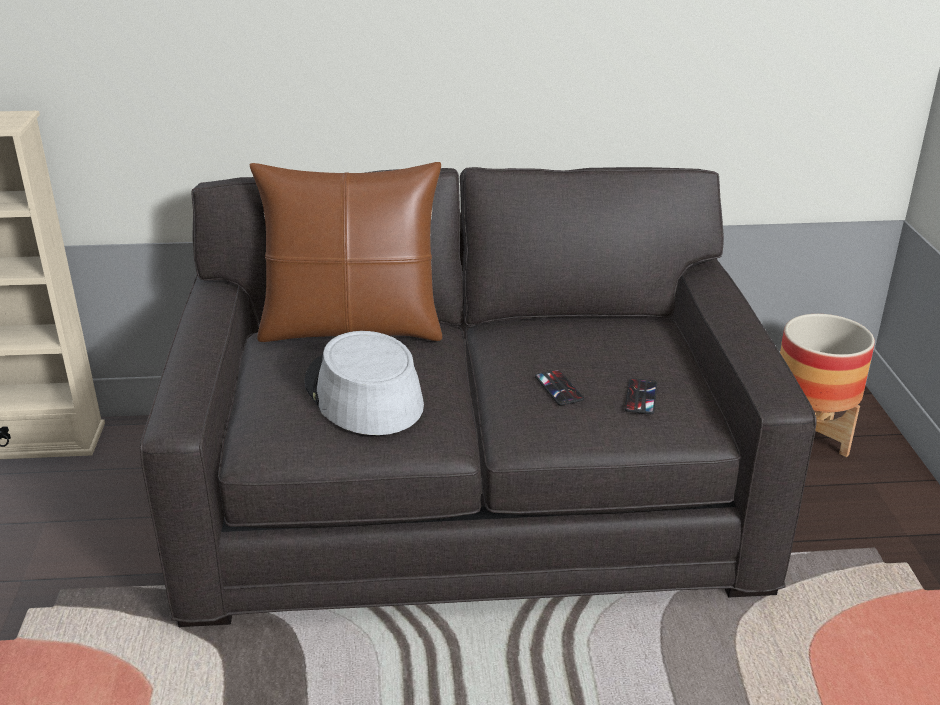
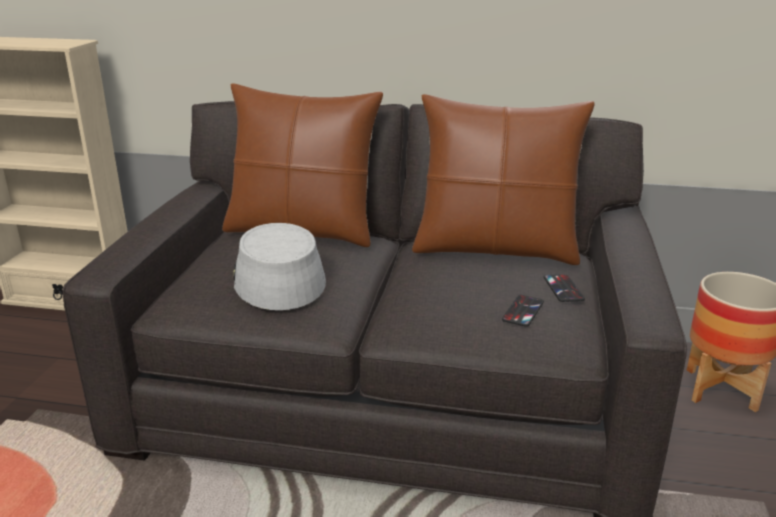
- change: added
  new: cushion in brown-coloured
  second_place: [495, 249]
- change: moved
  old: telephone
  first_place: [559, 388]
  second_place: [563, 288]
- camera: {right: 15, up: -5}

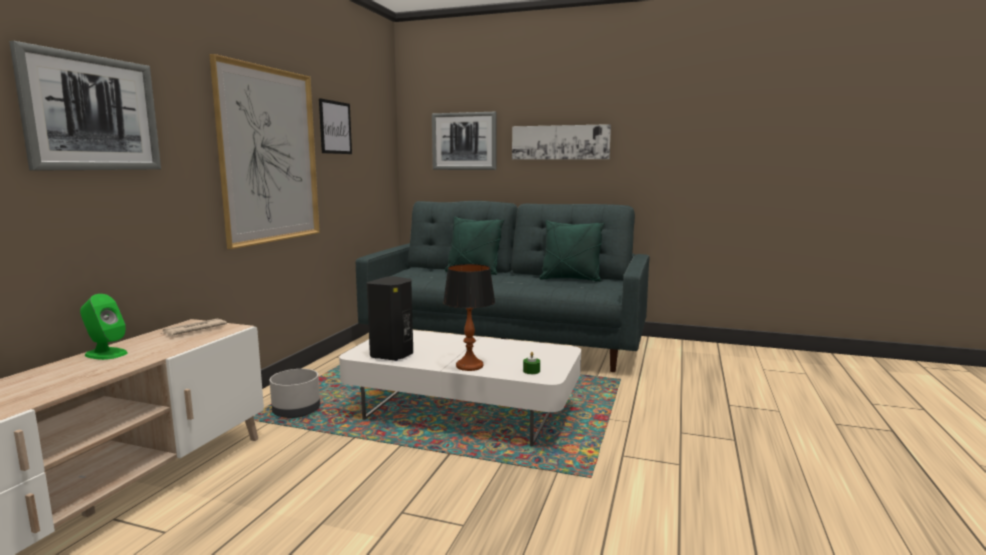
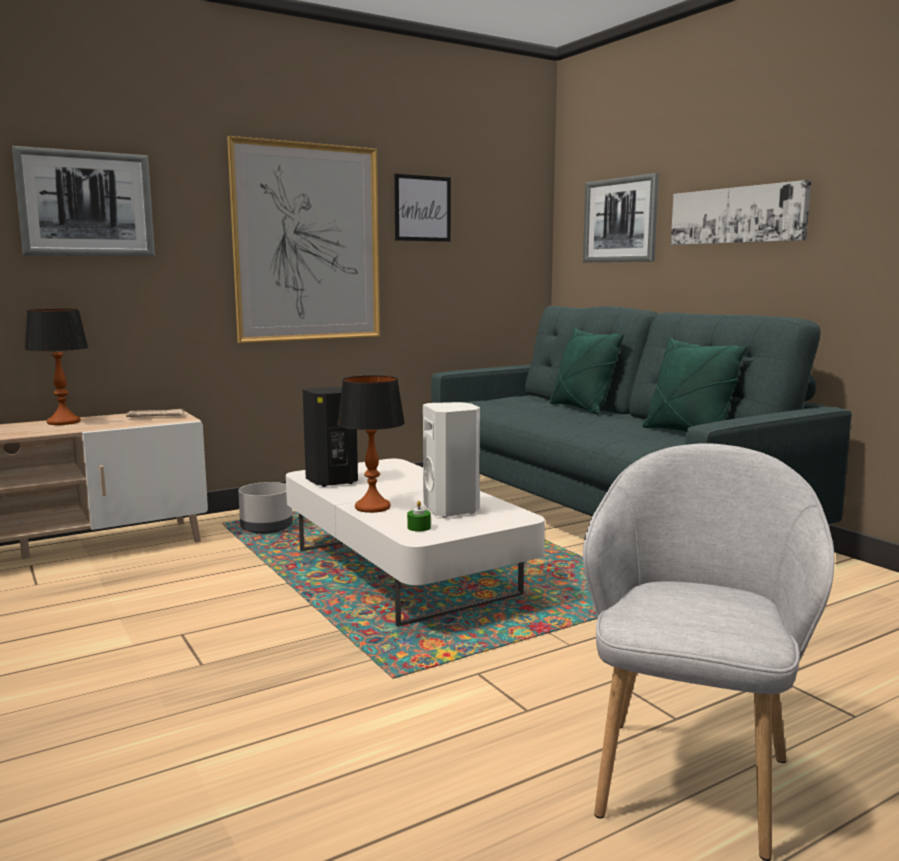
- change: added
  new: audio speaker in whitish
  second_place: [452, 509]
- change: added
  new: lounge chair in gray
  second_place: [690, 779]
- change: replaced
  old: audio speaker in green
  new: tabletop lamp
  first_place: [106, 354]
  second_place: [64, 422]
- camera: {right: 40, up: 0}

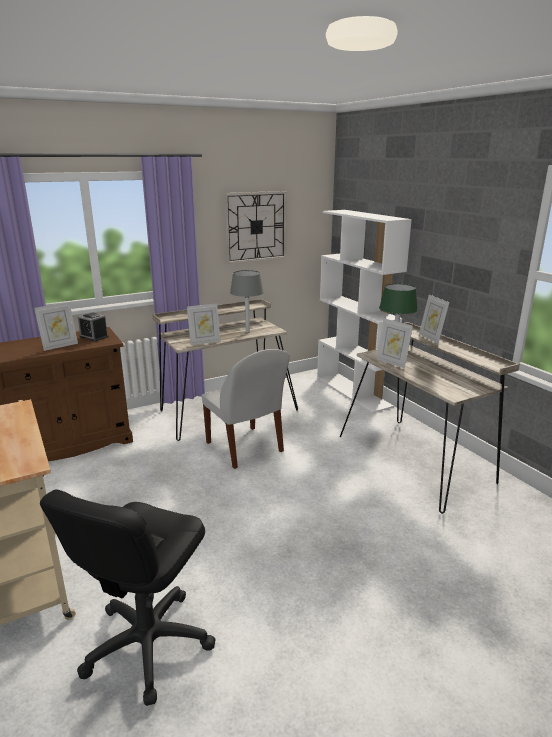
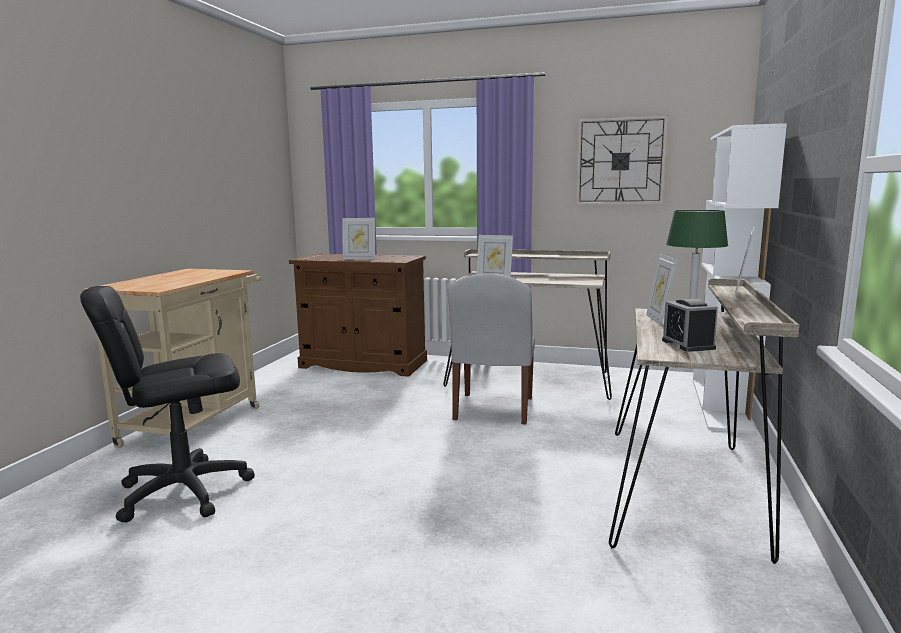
- change: removed
  old: tabletop lamp in gray
  first_place: [247, 332]
- change: moved
  old: bedside clock
  first_place: [94, 337]
  second_place: [688, 344]
- camera: {right: 45, up: -10}

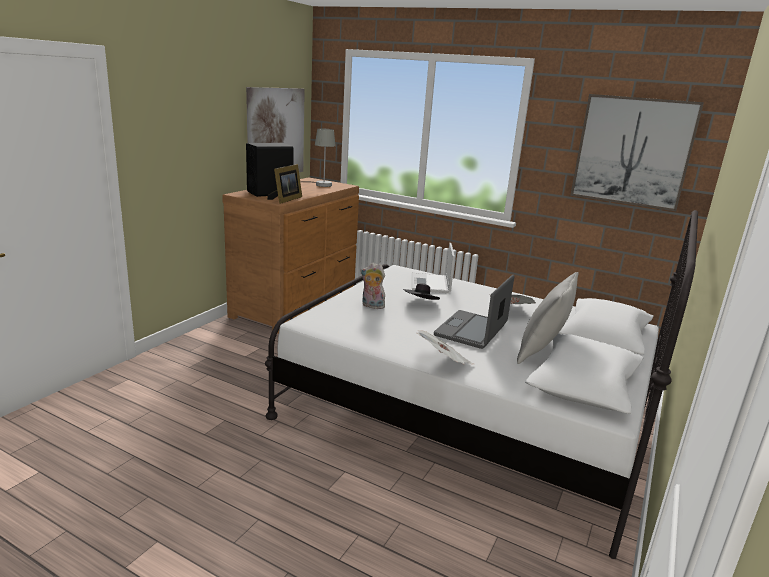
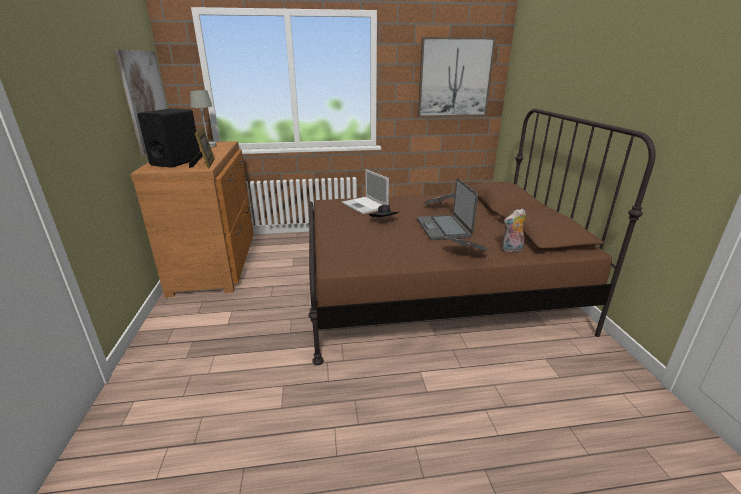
- change: removed
  old: cushion in gray
  first_place: [542, 352]
- change: moved
  old: cuddly toy
  first_place: [372, 306]
  second_place: [512, 250]
- change: recoloured
  old: bedroom bed in whitish
  new: bedroom bed in brown-coloured
  first_place: [467, 413]
  second_place: [433, 291]
- camera: {right: -35, up: 5}

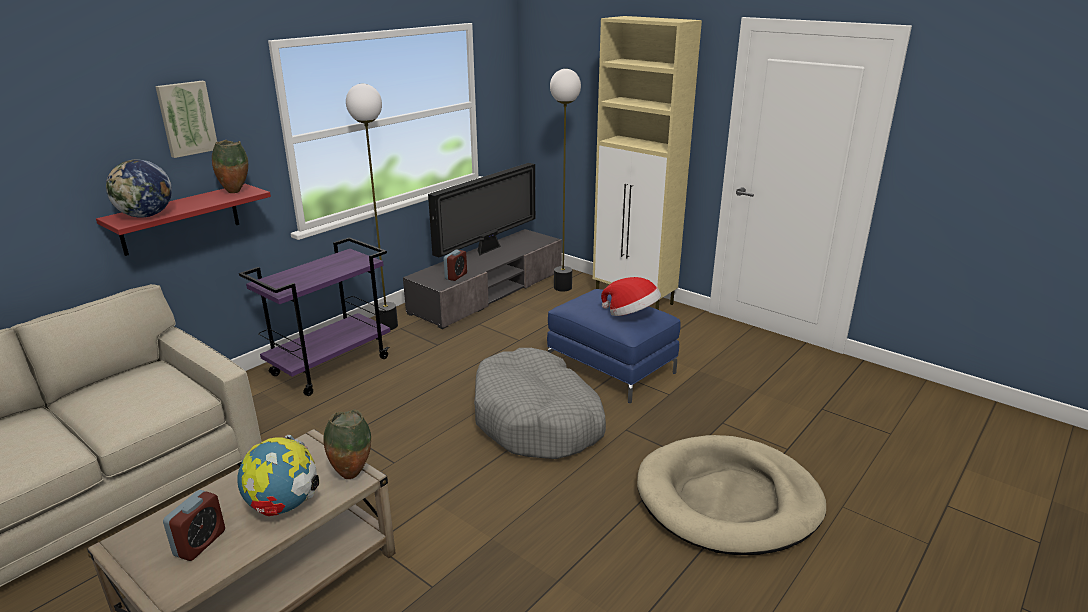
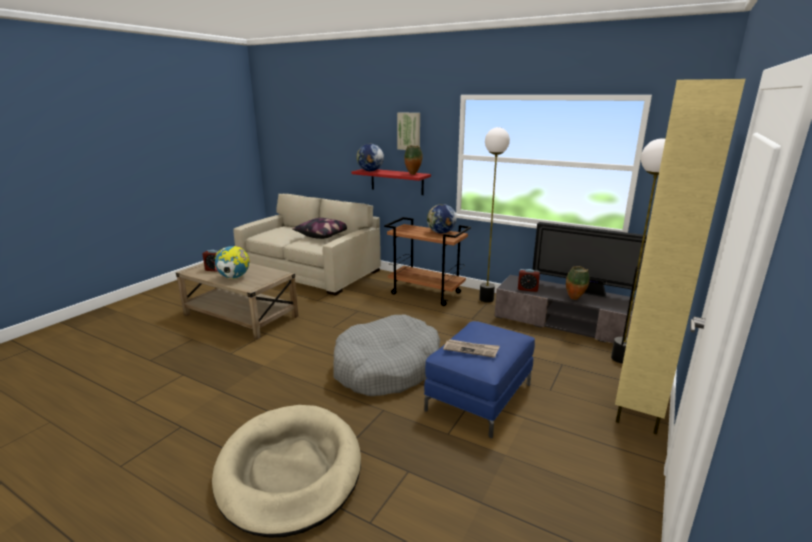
- change: added
  new: cushion
  second_place: [323, 235]
- change: added
  new: desk globe
  second_place: [441, 233]
- change: moved
  old: flower vase
  first_place: [352, 474]
  second_place: [575, 299]
- change: replaced
  old: wearable hat
  new: newspaper
  first_place: [631, 314]
  second_place: [471, 349]
- change: recoloured
  old: wheeled cart in purple-coloured
  new: wheeled cart in brown-coloured
  first_place: [331, 366]
  second_place: [427, 293]
- camera: {right: 80, up: -5}

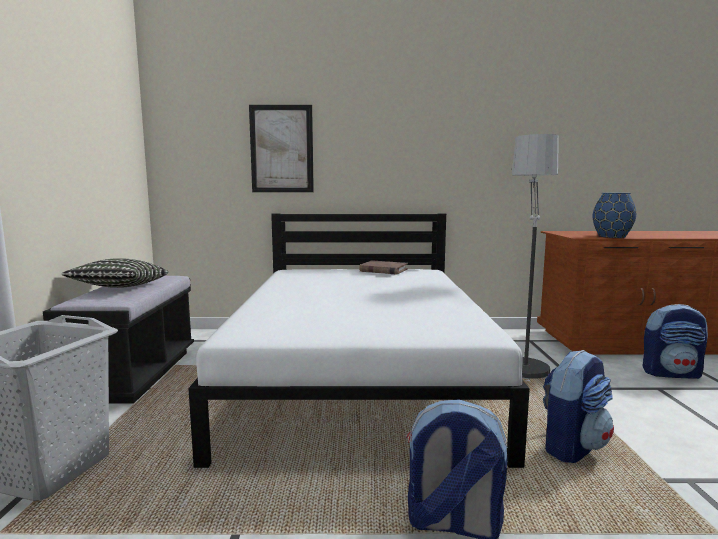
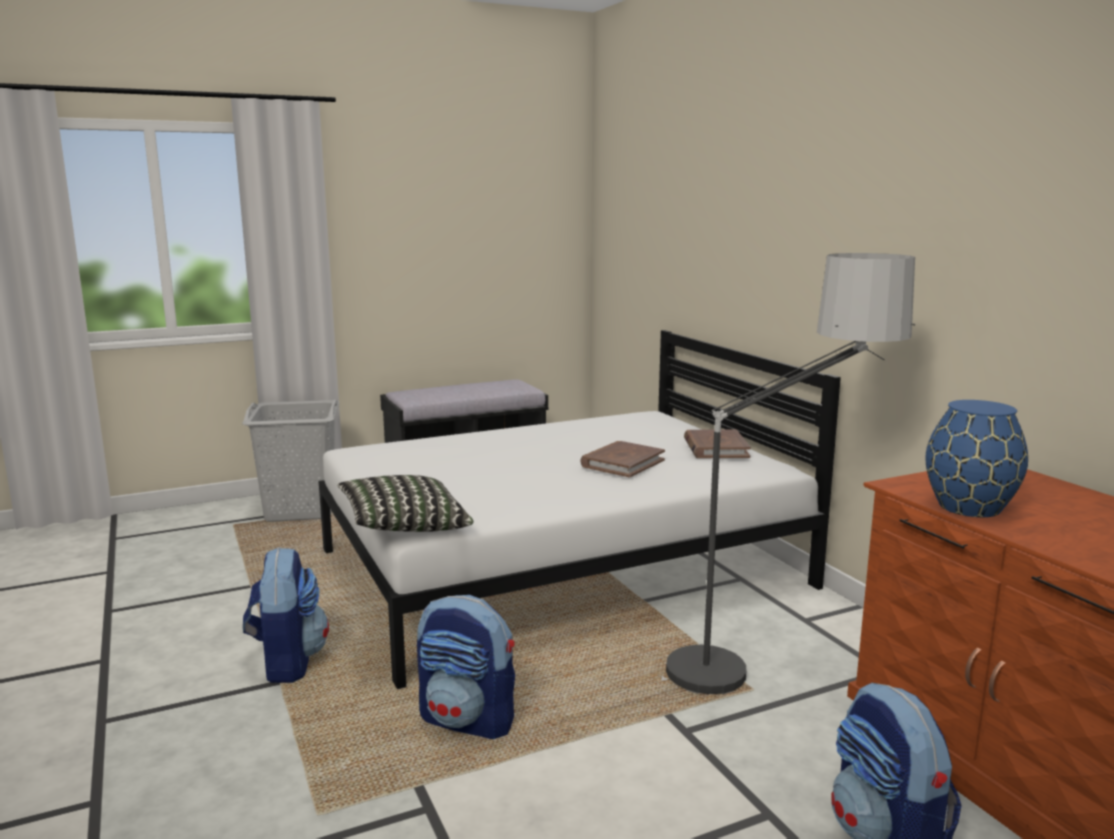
- change: removed
  old: picture
  first_place: [281, 149]
- change: added
  new: book in brown-coloured
  second_place: [622, 463]
- change: moved
  old: cushion
  first_place: [119, 288]
  second_place: [404, 526]
- camera: {right: 65, up: 5}

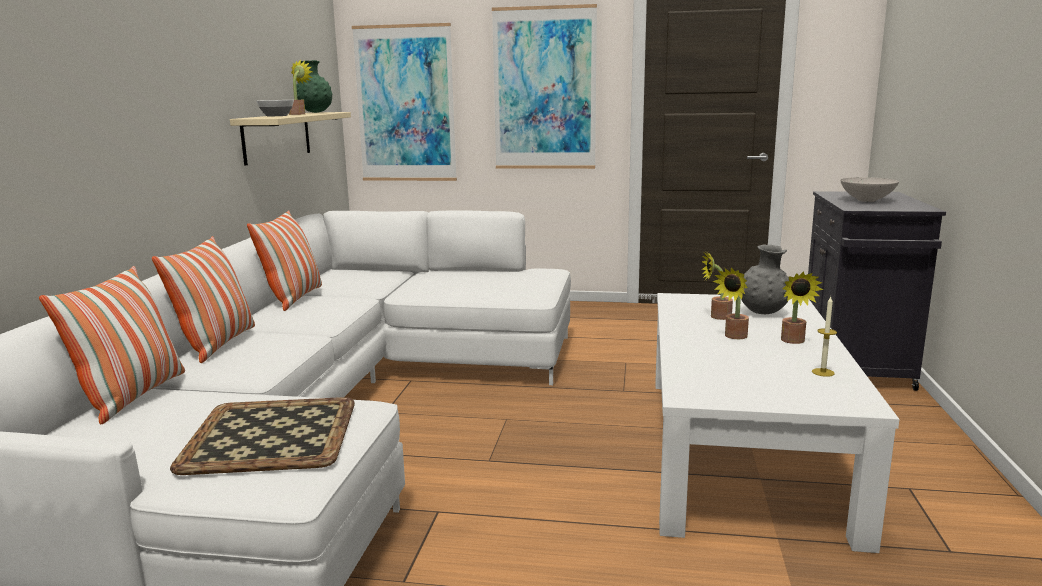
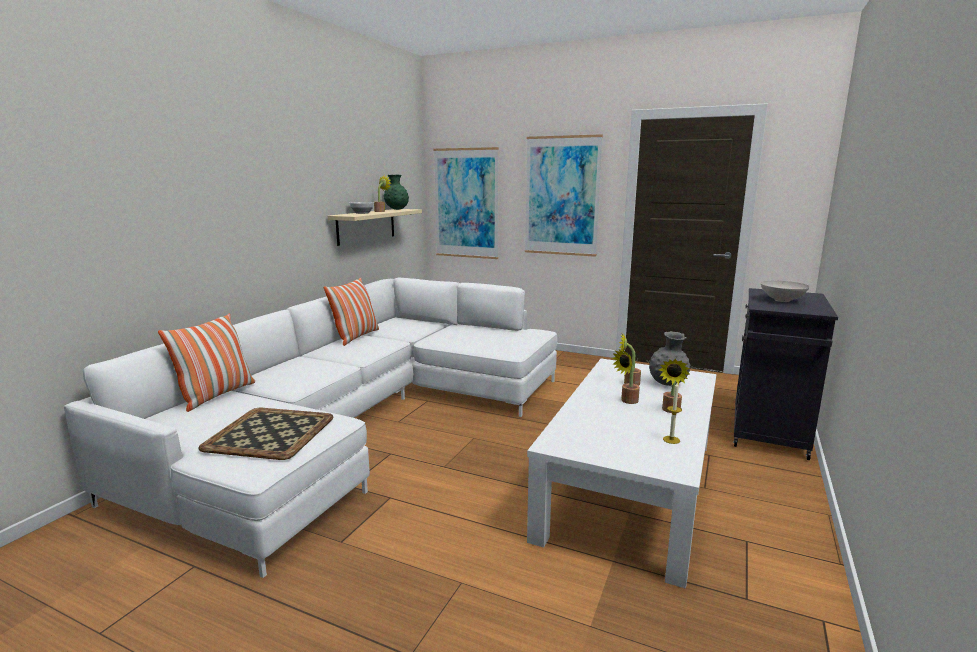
- change: removed
  old: cushion
  first_place: [217, 344]
- camera: {right: 15, up: 0}

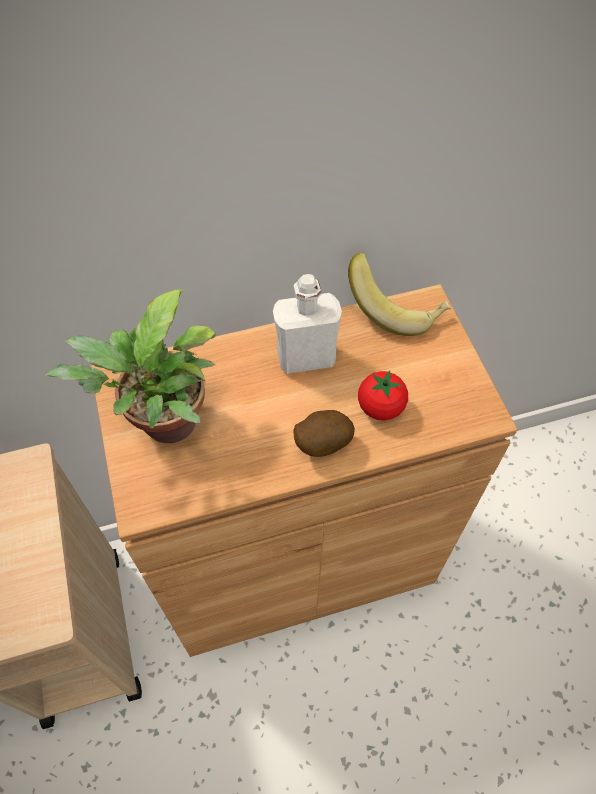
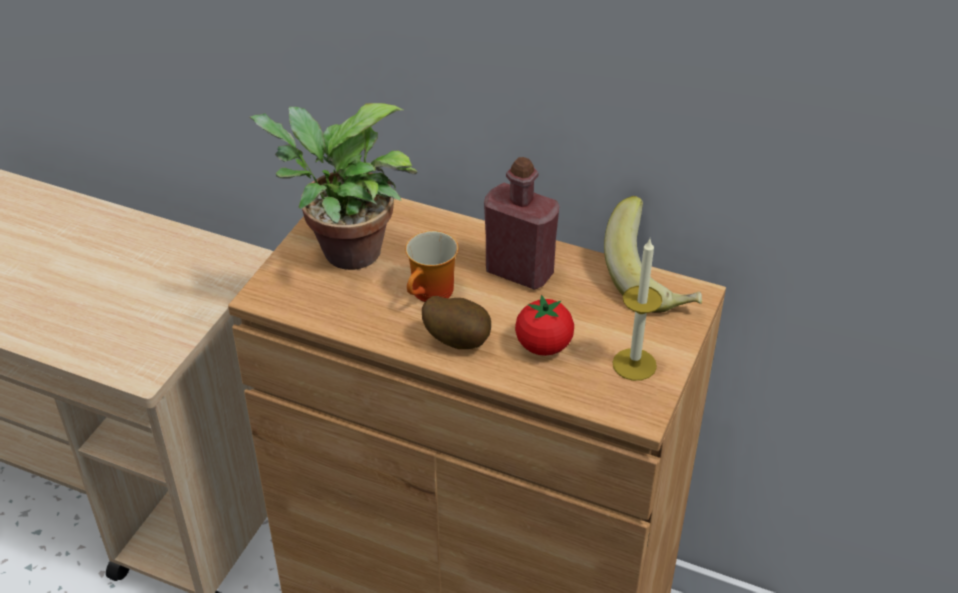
- change: added
  new: mug
  second_place: [433, 293]
- change: added
  new: wax candle
  second_place: [634, 364]
- change: recoloured
  old: beverage bottle in whitish
  new: beverage bottle in reddish
  first_place: [306, 358]
  second_place: [519, 272]
- camera: {right: 40, up: -15}

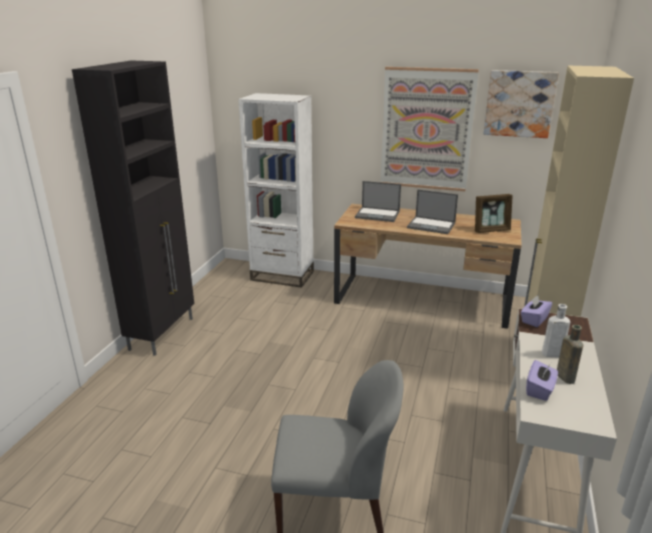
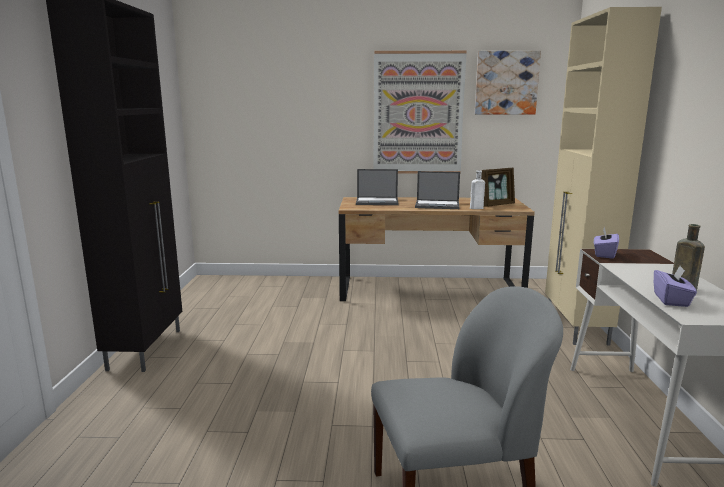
- change: removed
  old: shelving unit in whitish
  first_place: [282, 276]
- change: moved
  old: beverage bottle in whitish
  first_place: [550, 354]
  second_place: [475, 208]
- camera: {right: -15, up: -10}

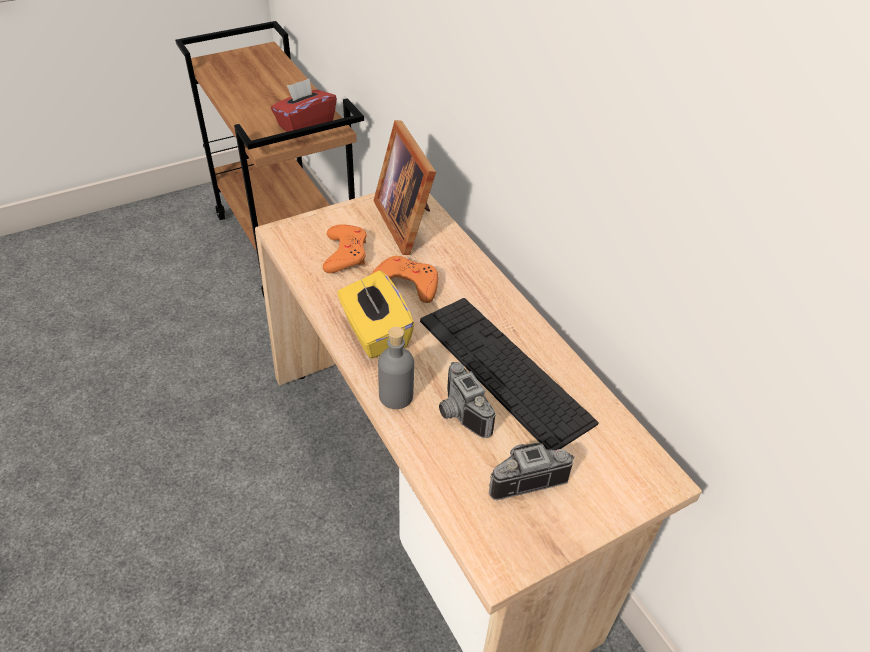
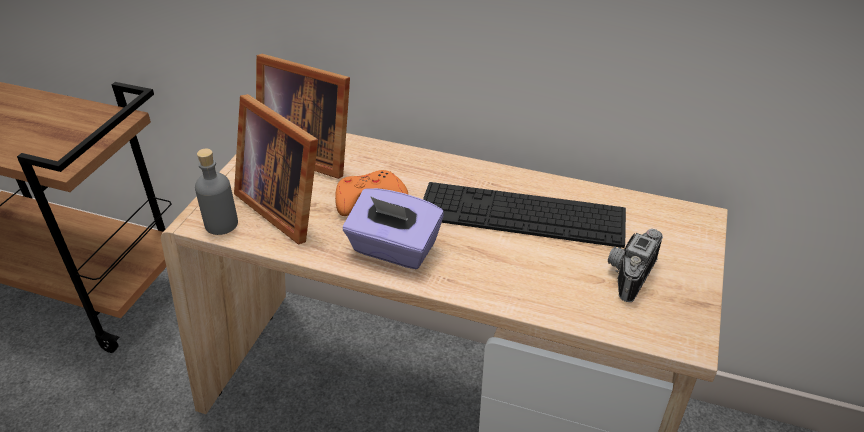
- change: removed
  old: box of tissues in reddish
  first_place: [305, 125]
- change: removed
  old: still camera
  first_place: [459, 414]
- change: moved
  old: beverage bottle in gray
  first_place: [396, 396]
  second_place: [221, 224]
- change: replaced
  old: joypad in orangey
  new: picture frame
  first_place: [345, 253]
  second_place: [285, 205]
- change: recoloured
  old: box of tissues in yellow-coloured
  new: box of tissues in purple-coloured
  first_place: [375, 333]
  second_place: [394, 249]
- camera: {right: -40, up: -5}

